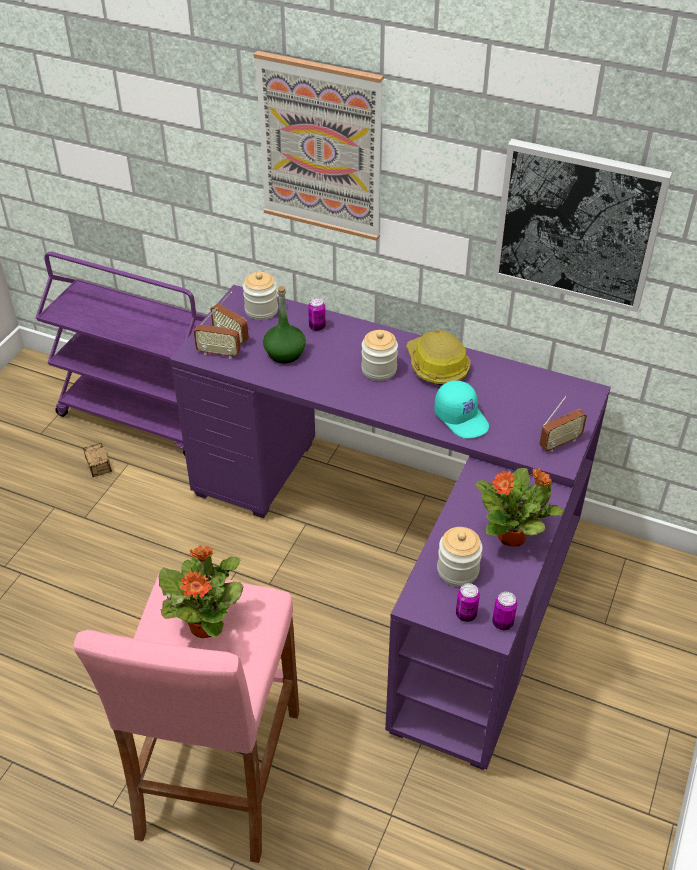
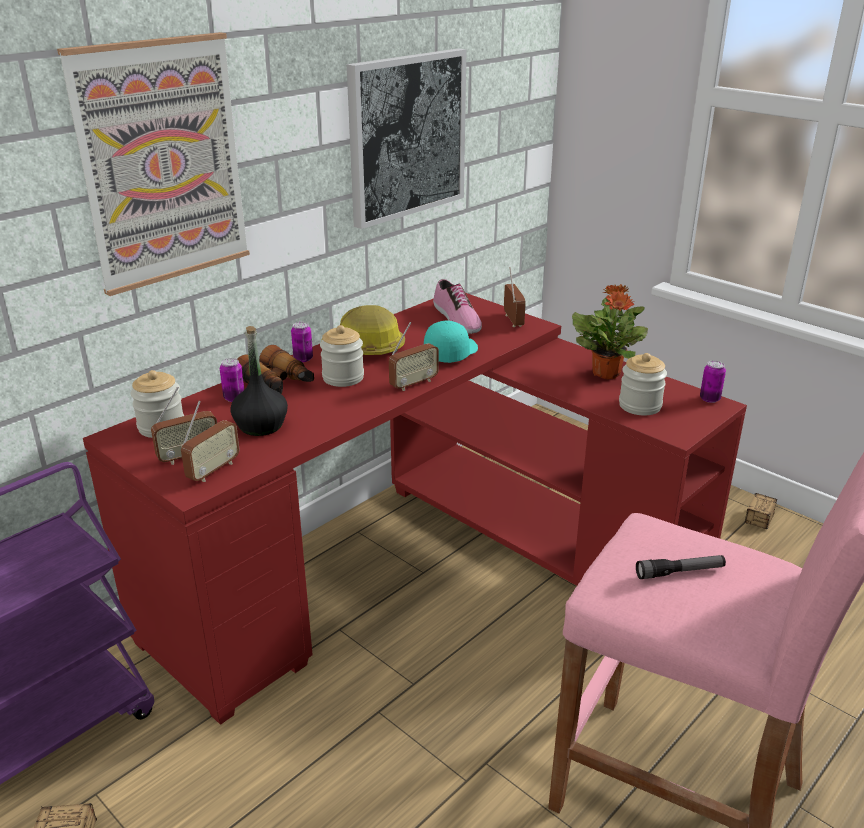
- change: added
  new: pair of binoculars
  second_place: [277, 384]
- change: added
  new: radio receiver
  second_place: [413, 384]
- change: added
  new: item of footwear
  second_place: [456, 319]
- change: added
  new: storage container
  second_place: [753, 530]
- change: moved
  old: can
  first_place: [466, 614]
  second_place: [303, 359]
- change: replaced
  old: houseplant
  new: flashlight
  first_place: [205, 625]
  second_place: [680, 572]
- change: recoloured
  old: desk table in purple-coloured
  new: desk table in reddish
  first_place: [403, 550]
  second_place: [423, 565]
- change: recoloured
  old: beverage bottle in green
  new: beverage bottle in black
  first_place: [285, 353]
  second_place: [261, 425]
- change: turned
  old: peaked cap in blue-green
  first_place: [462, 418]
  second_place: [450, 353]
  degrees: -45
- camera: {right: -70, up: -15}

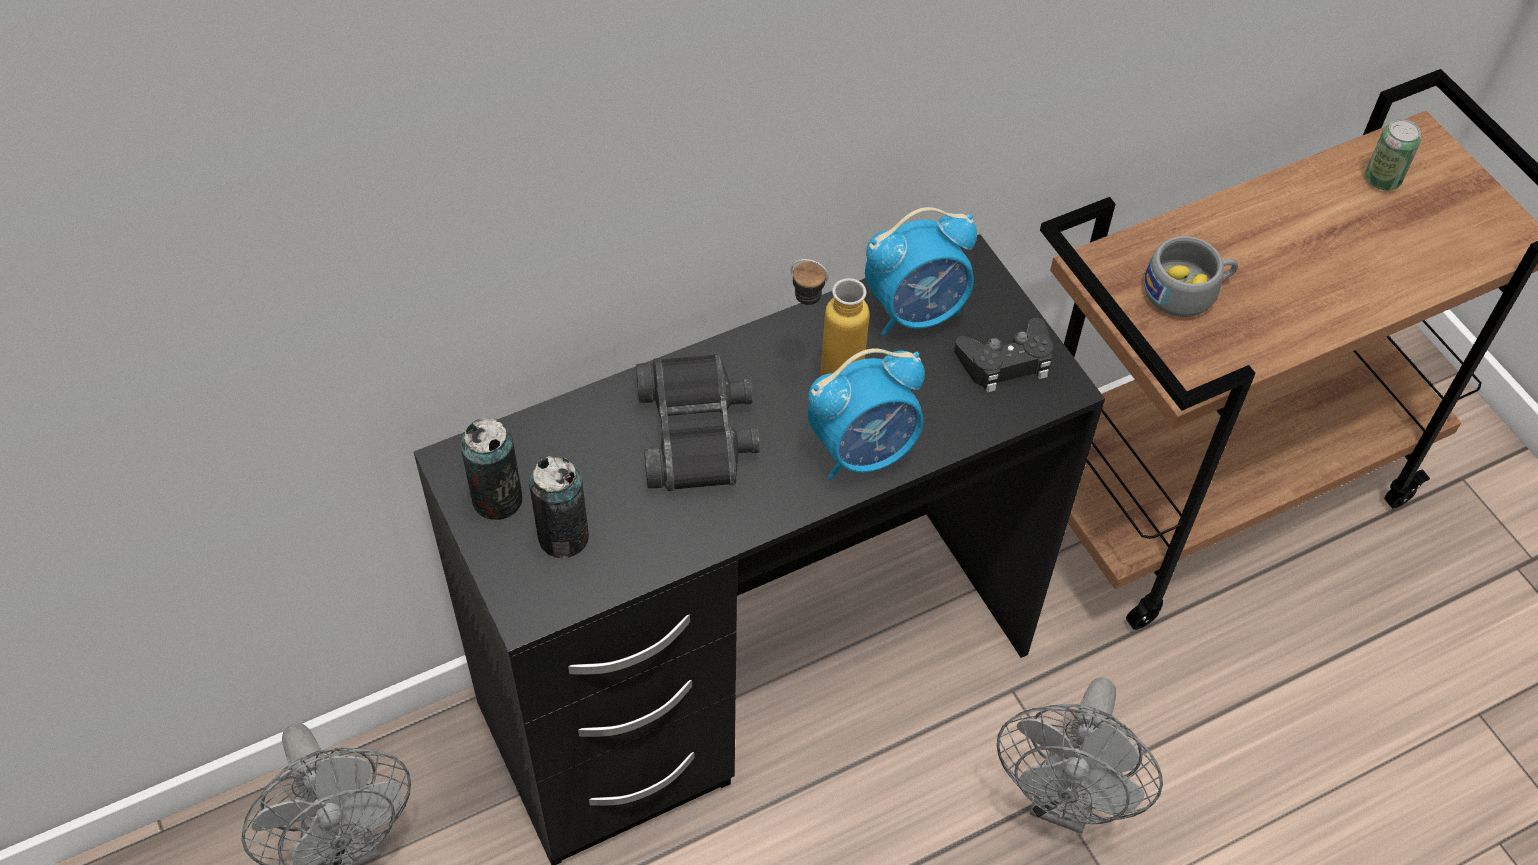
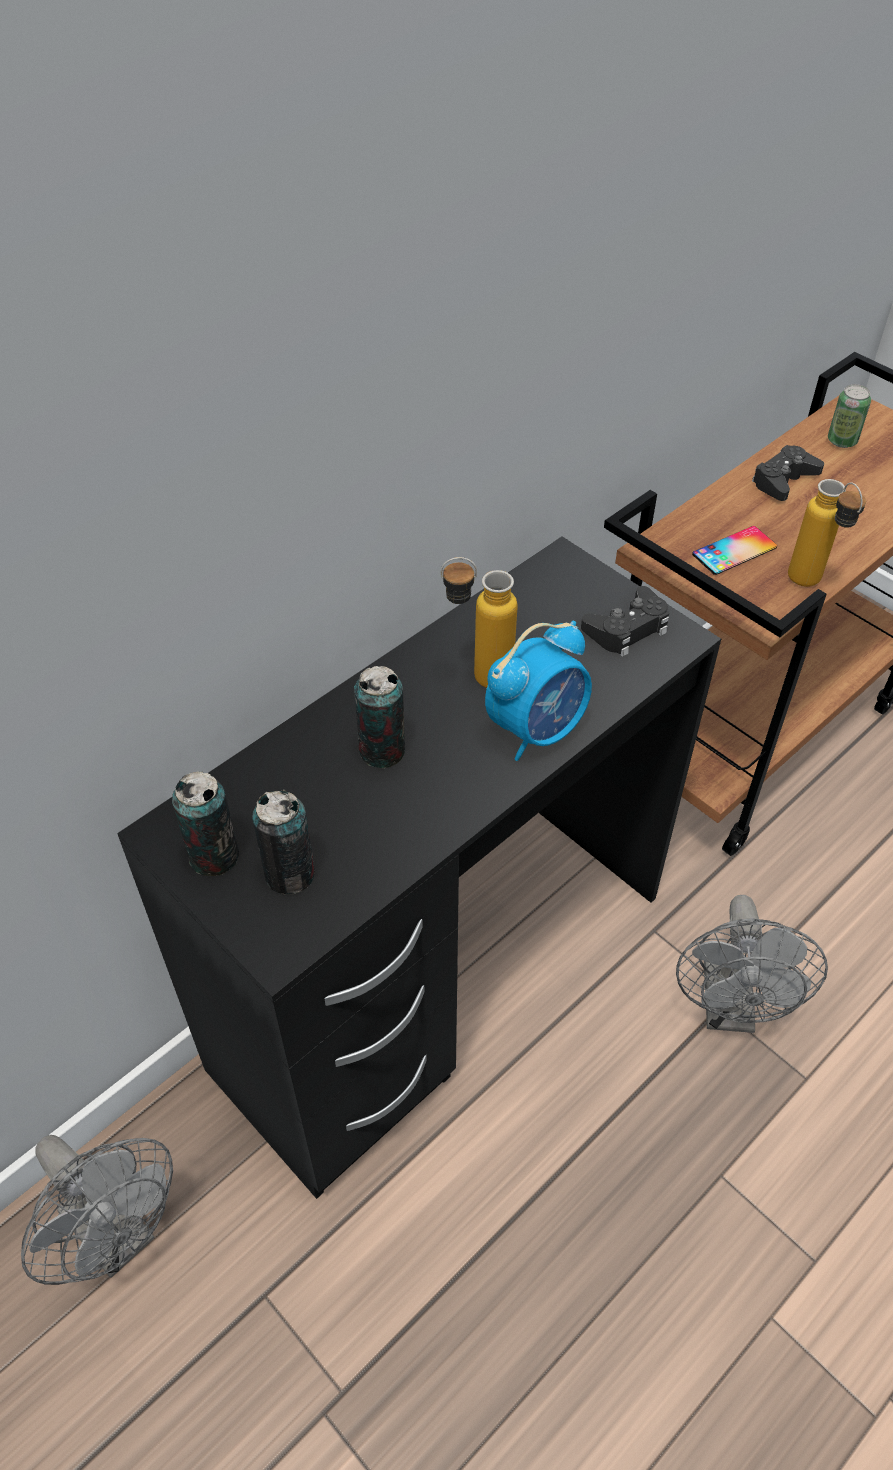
- change: removed
  old: bedside clock
  first_place: [916, 311]
- change: added
  new: joypad in black
  second_place: [784, 480]
- change: added
  new: beverage bottle
  second_place: [811, 586]
- change: replaced
  old: pair of binoculars in black
  new: can
  first_place: [697, 433]
  second_place: [382, 751]
- change: replaced
  old: cup in gray
  new: telephone
  first_place: [1187, 290]
  second_place: [734, 551]
- camera: {right: -15, up: -5}

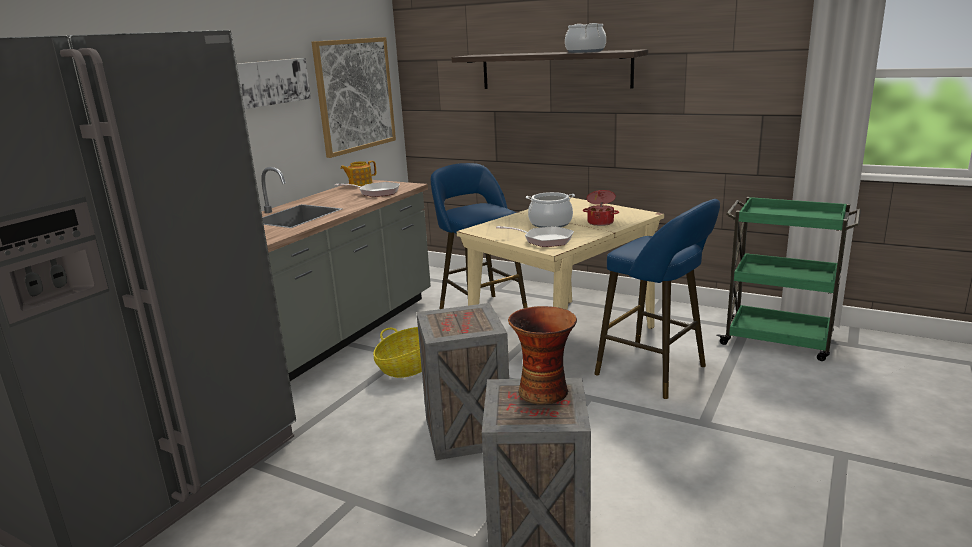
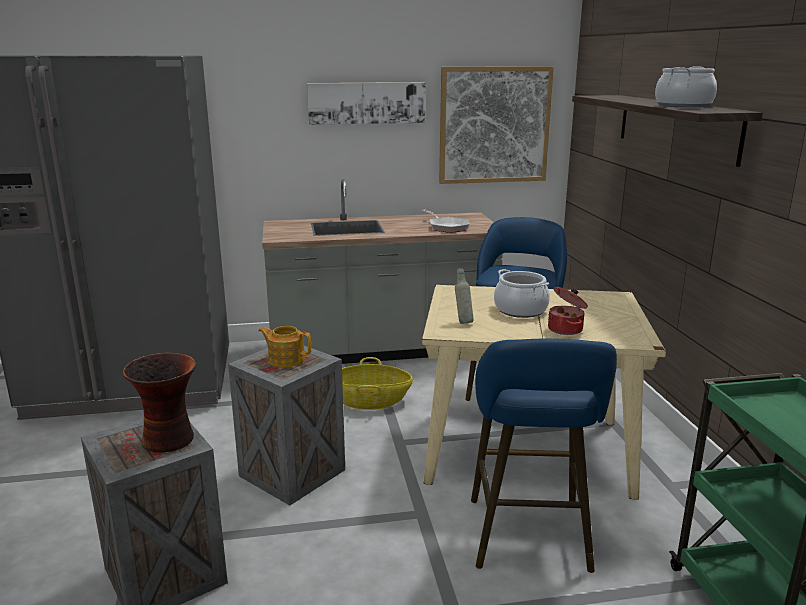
- change: moved
  old: pot for tea
  first_place: [360, 183]
  second_place: [286, 359]
- change: replaced
  old: pan
  new: beverage bottle in gray
  first_place: [544, 240]
  second_place: [463, 322]
- camera: {right: 50, up: 0}

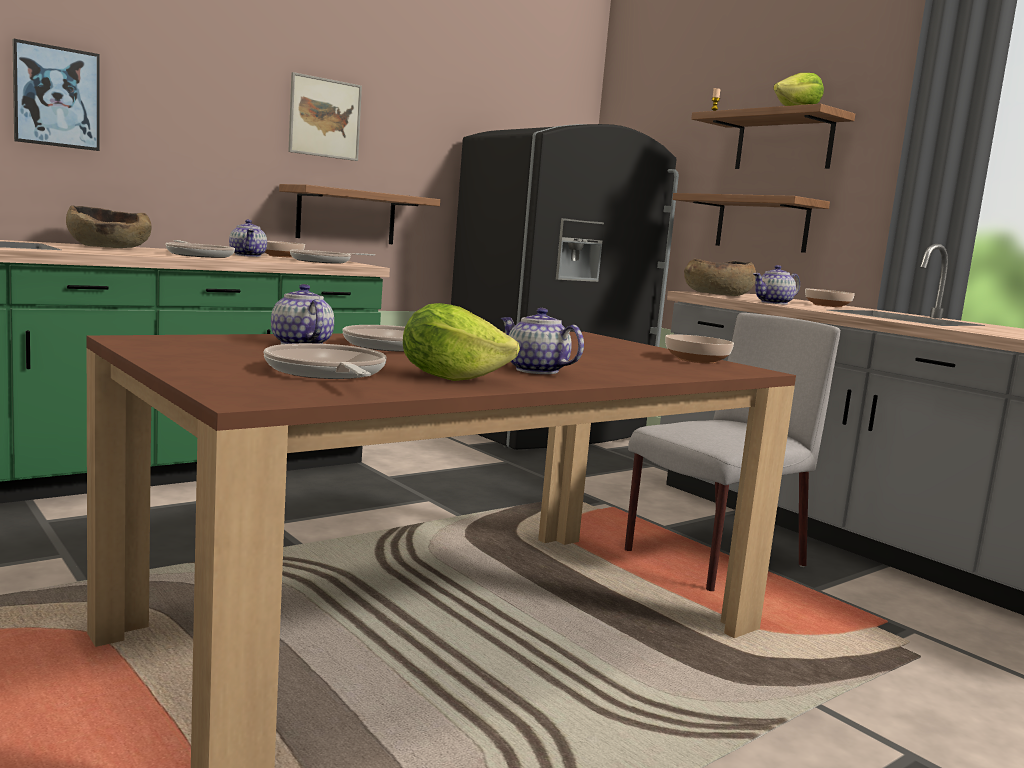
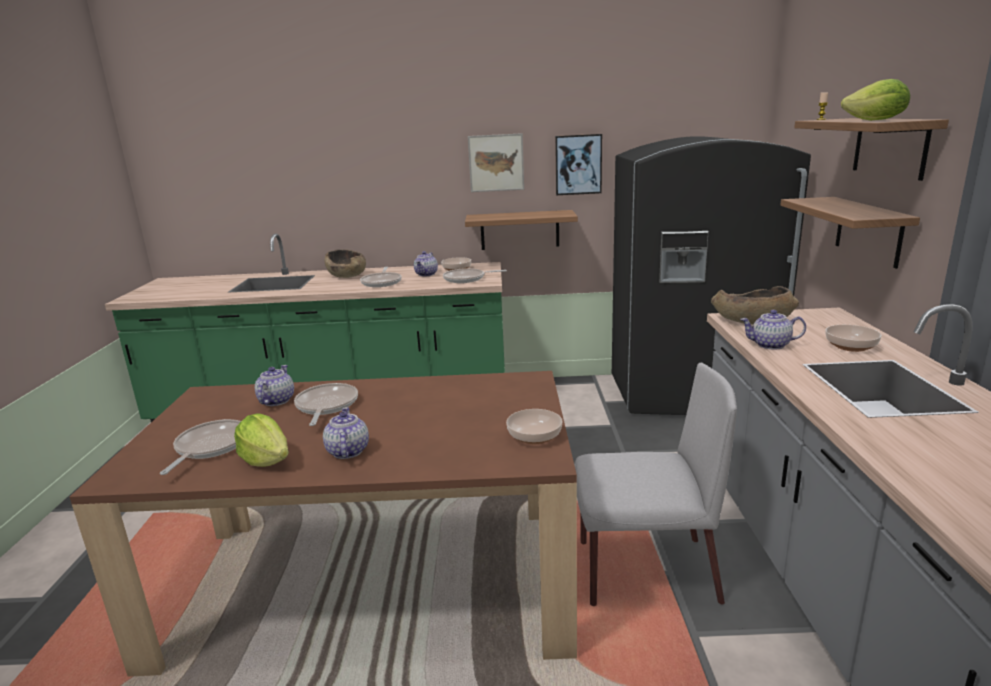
- change: moved
  old: picture
  first_place: [56, 97]
  second_place: [578, 164]
- camera: {right: 40, up: 10}

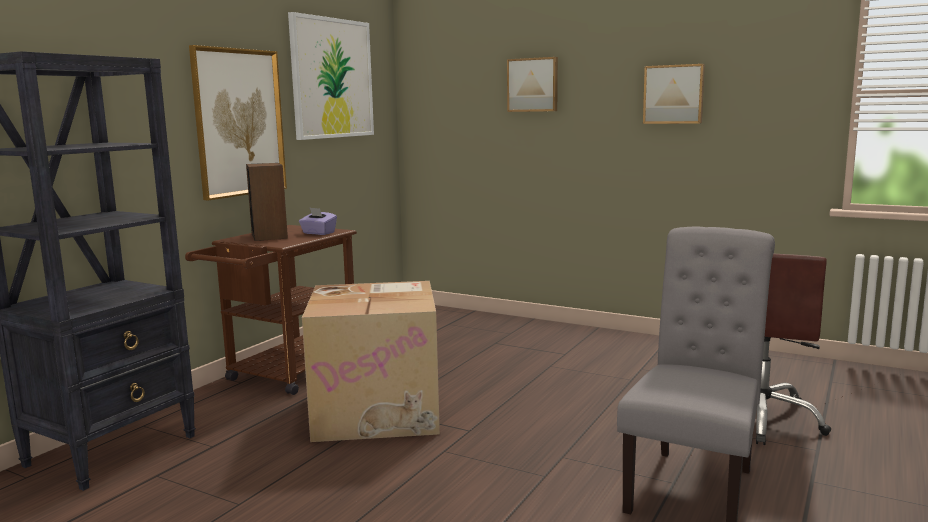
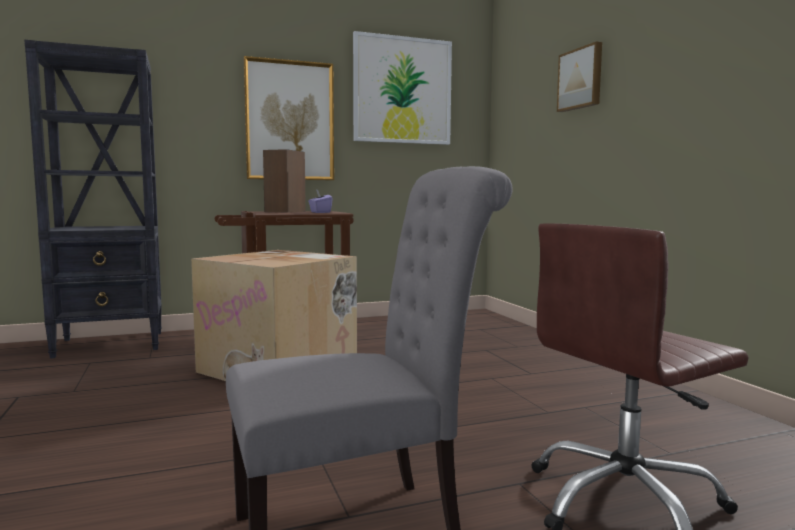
- change: removed
  old: picture
  first_place: [673, 94]
- camera: {right: 40, up: -5}

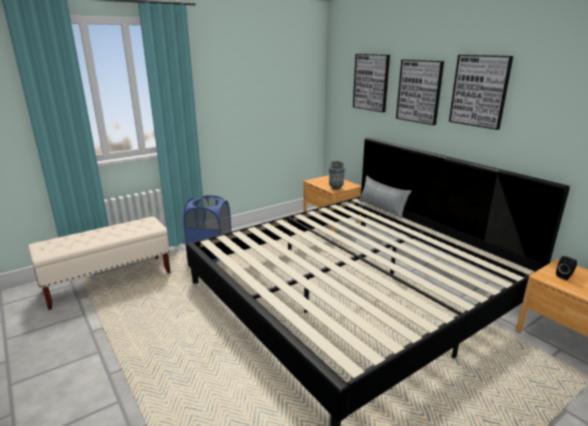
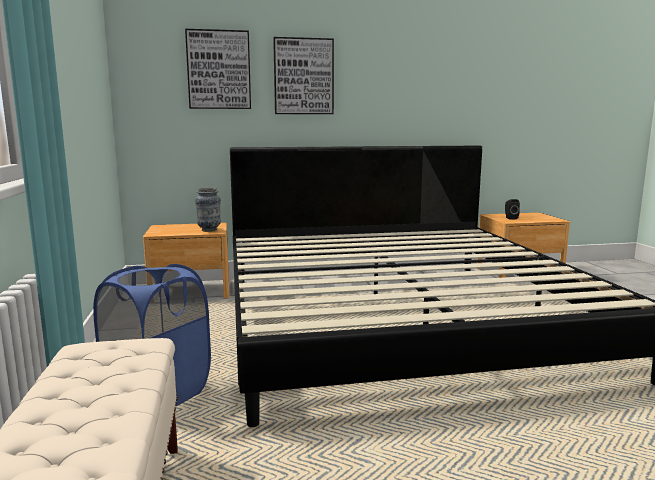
- change: removed
  old: cushion
  first_place: [382, 208]
- change: removed
  old: picture
  first_place: [479, 91]
- camera: {right: -65, up: -10}

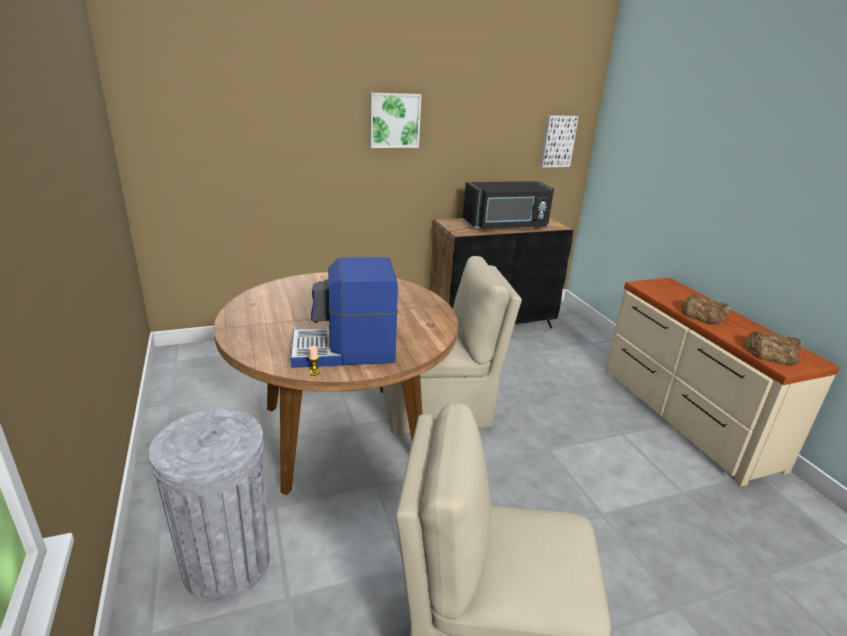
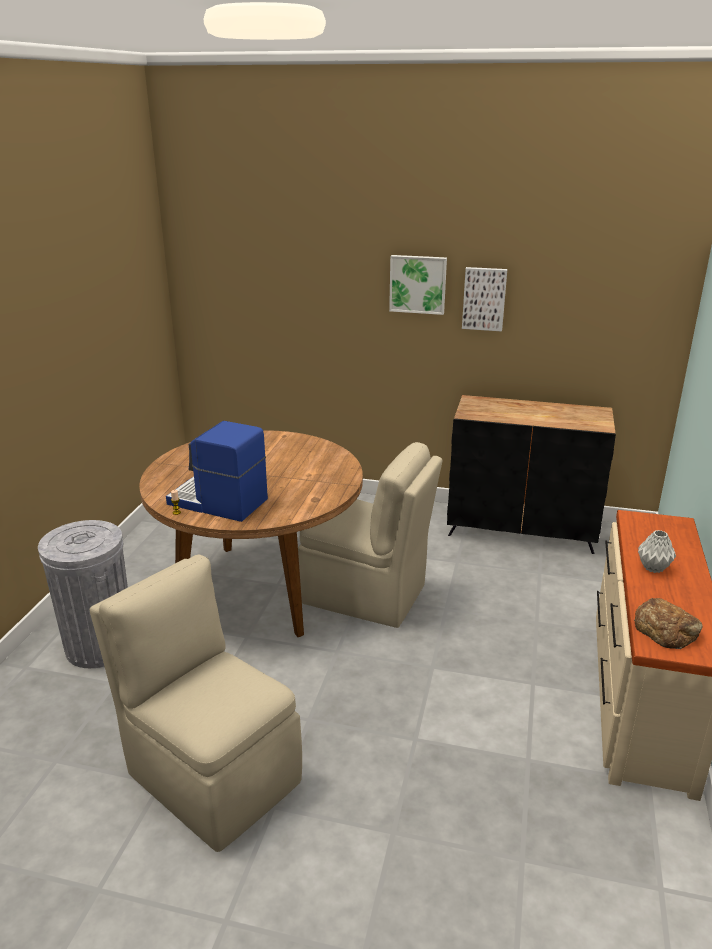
- change: removed
  old: microwave oven in black
  first_place: [506, 226]
- change: moved
  old: picture
  first_place: [557, 141]
  second_place: [484, 298]
- change: replaced
  old: baked bread
  new: flower vase in gray
  first_place: [703, 314]
  second_place: [654, 568]
- camera: {right: 35, up: 0}

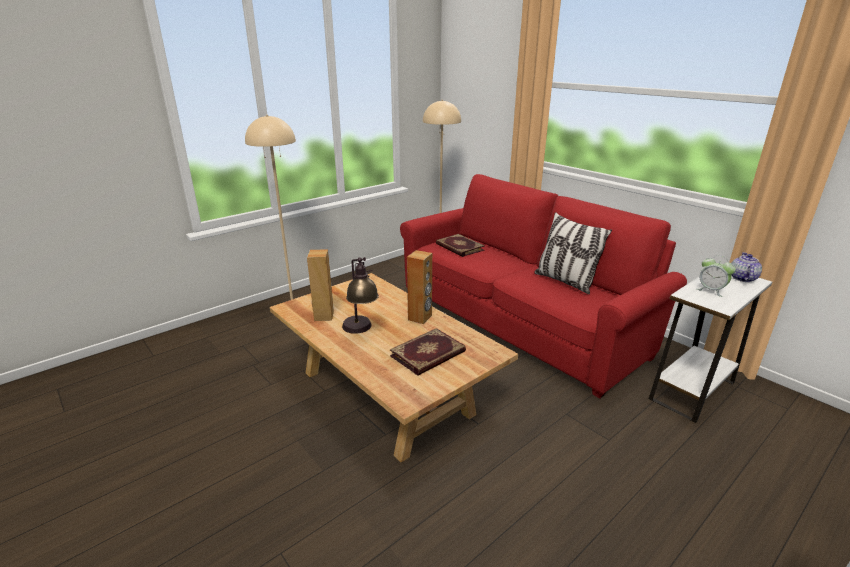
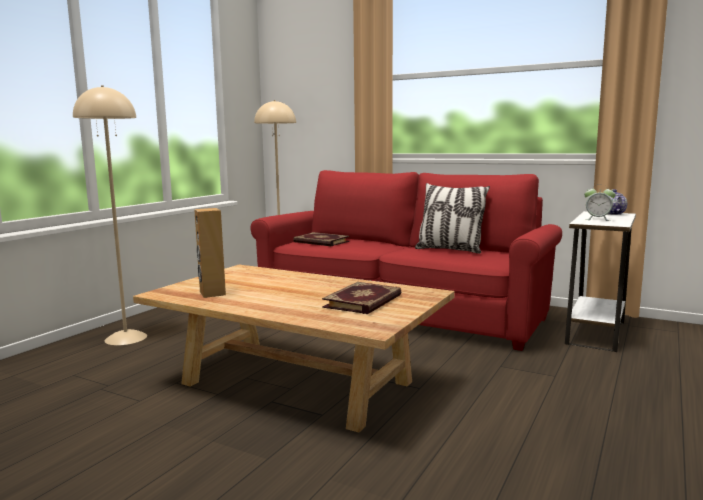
- change: removed
  old: tabletop lamp
  first_place: [361, 331]
- change: removed
  old: audio speaker in brown-coloured
  first_place: [420, 317]
- camera: {right: -20, up: -15}

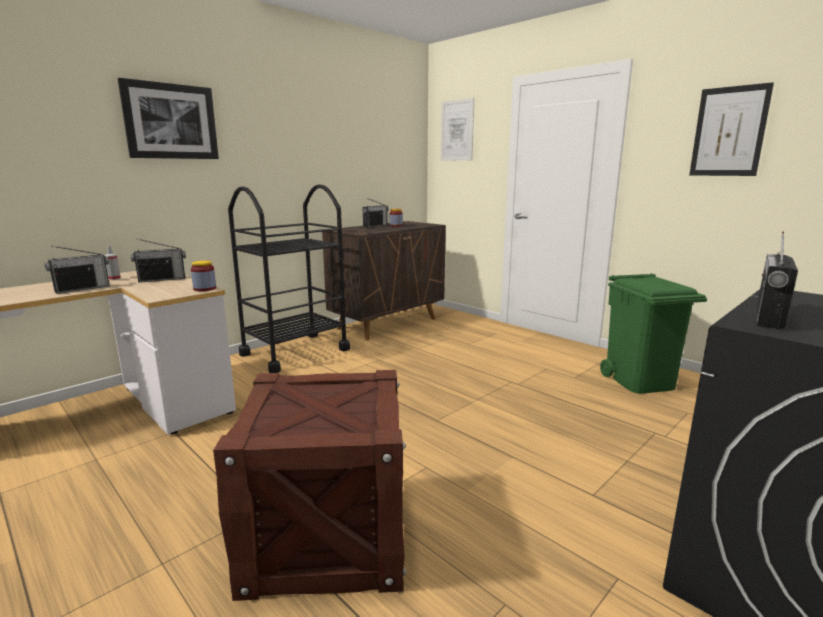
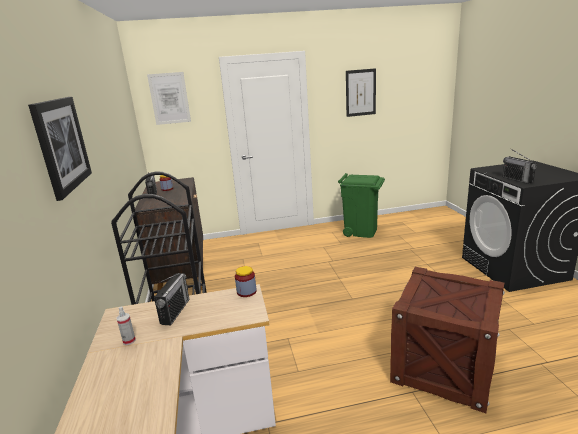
- change: removed
  old: radio receiver
  first_place: [82, 289]
- camera: {right: -55, up: 5}

